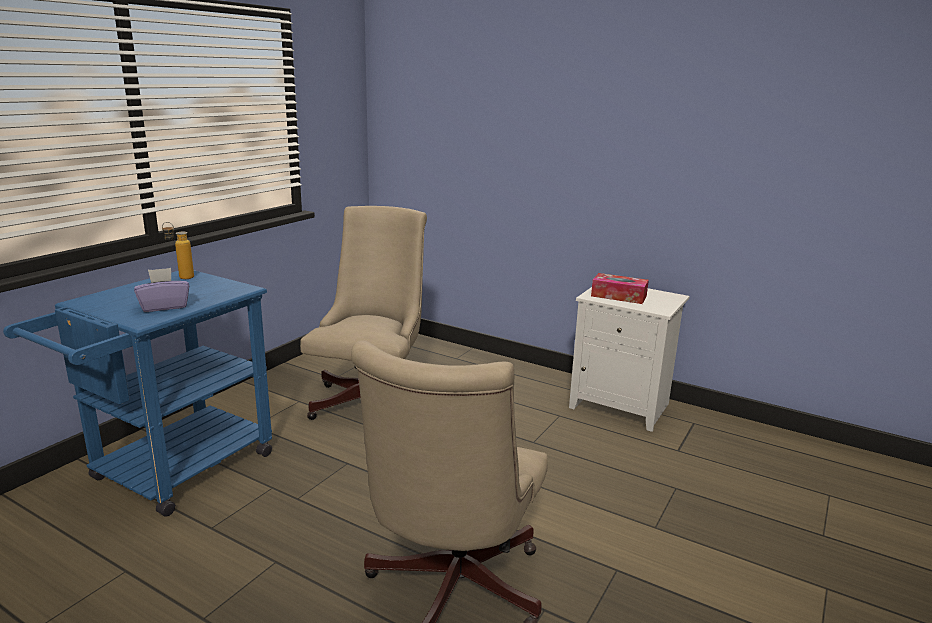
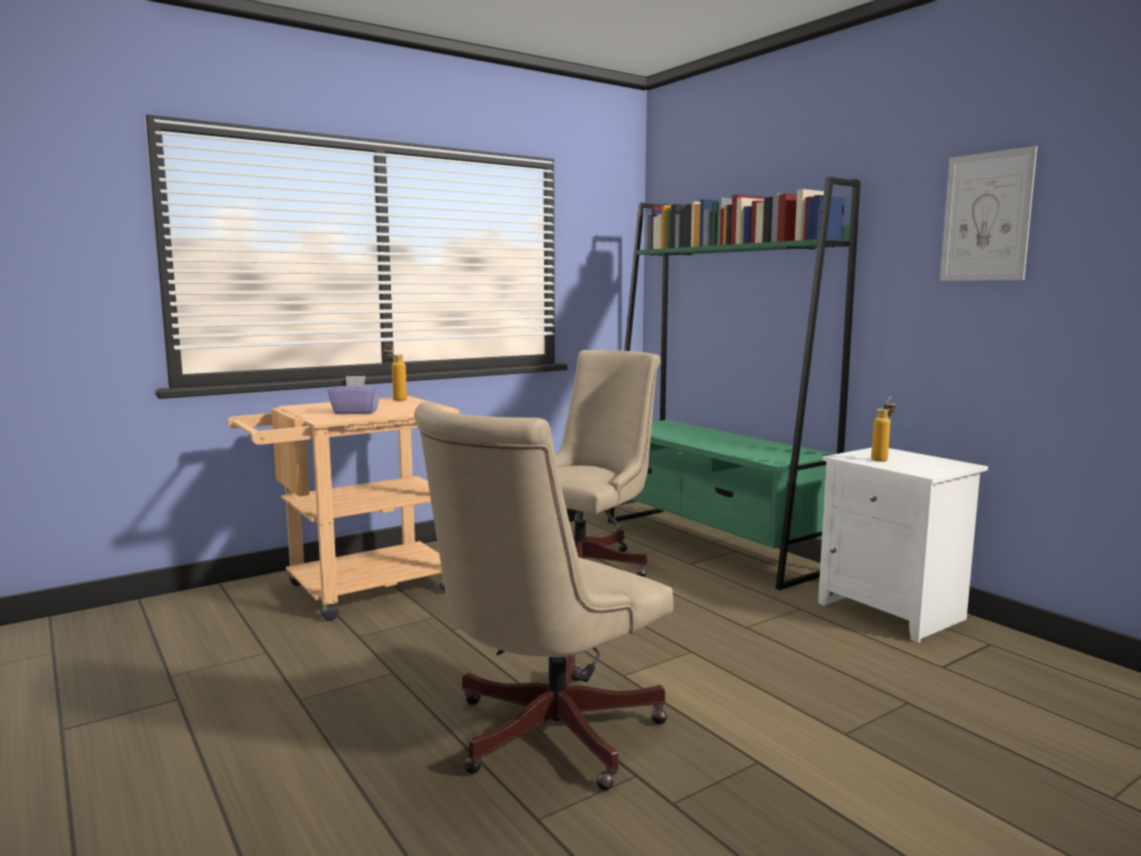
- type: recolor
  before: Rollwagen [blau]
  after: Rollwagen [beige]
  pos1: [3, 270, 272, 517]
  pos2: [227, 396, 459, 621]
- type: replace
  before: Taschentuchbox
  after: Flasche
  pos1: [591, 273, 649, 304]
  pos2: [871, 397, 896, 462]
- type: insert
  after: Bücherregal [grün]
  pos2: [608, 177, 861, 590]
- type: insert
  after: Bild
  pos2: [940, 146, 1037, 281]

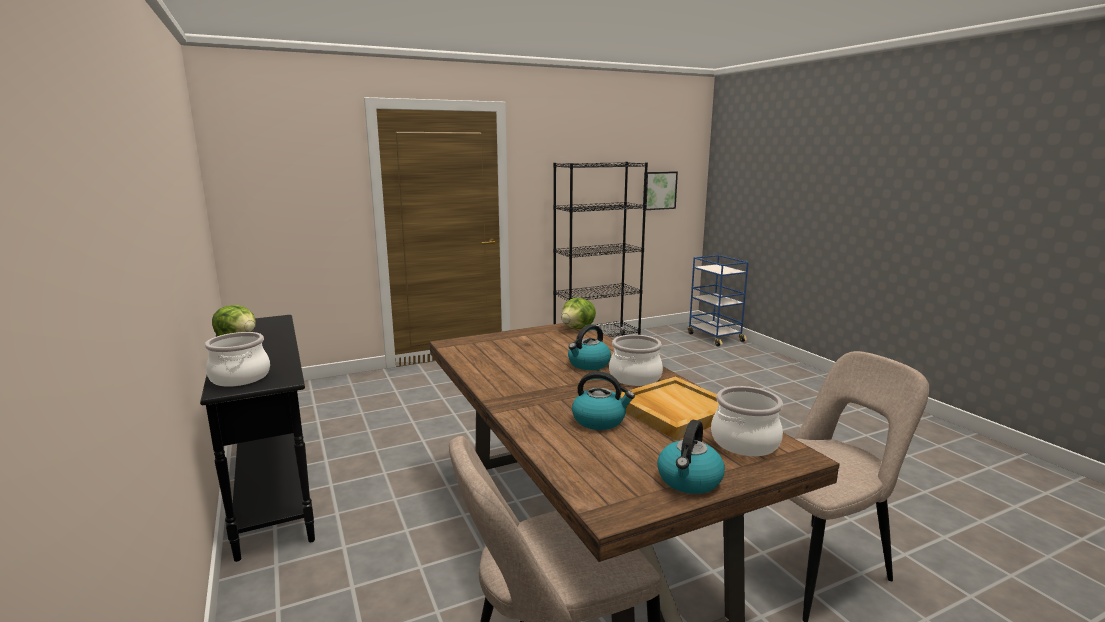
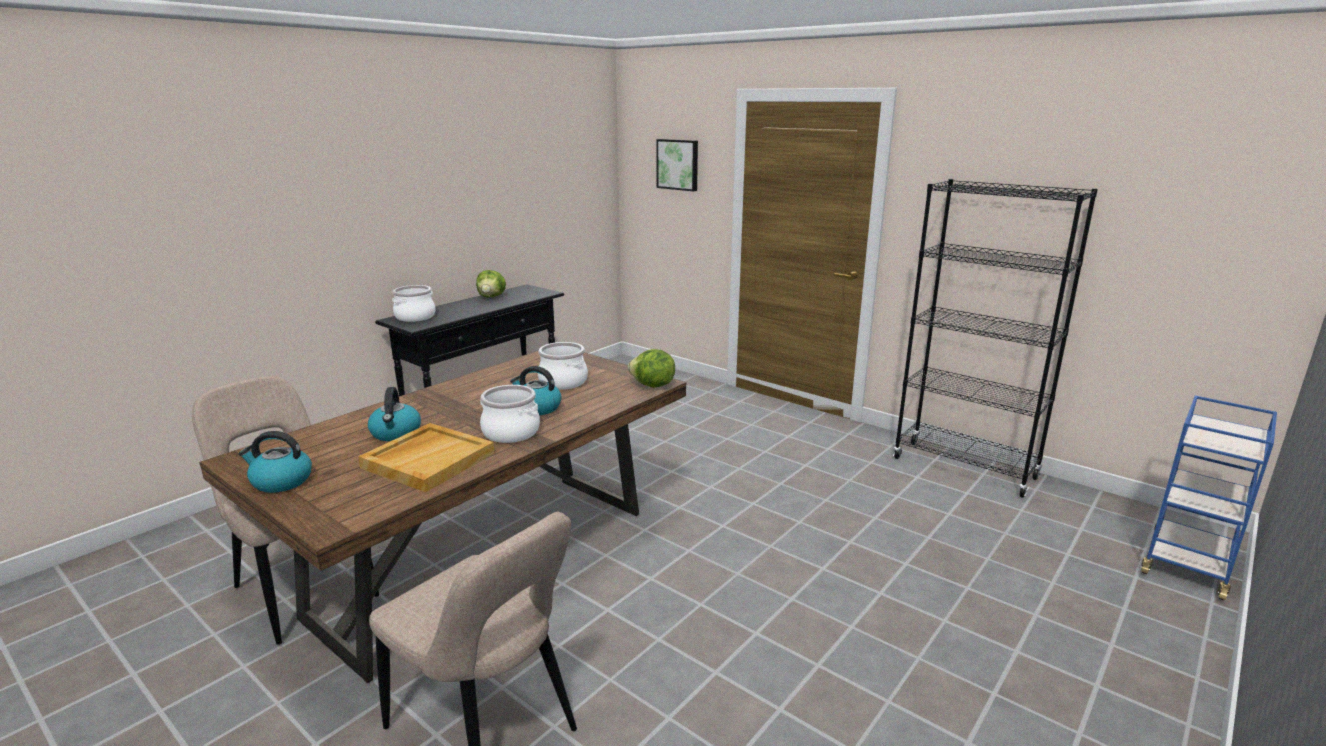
- type: move
  before: Bild
  pos1: [643, 171, 678, 210]
  pos2: [656, 139, 698, 191]
- type: move
  before: Kochtopf
  pos1: [711, 386, 783, 456]
  pos2: [538, 342, 588, 390]

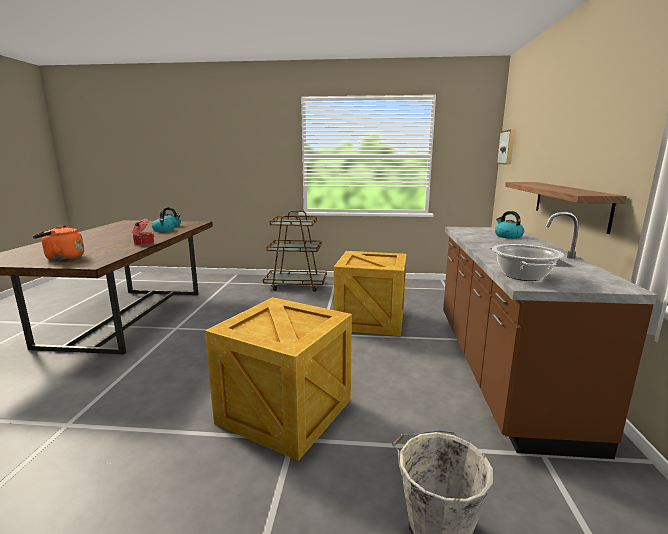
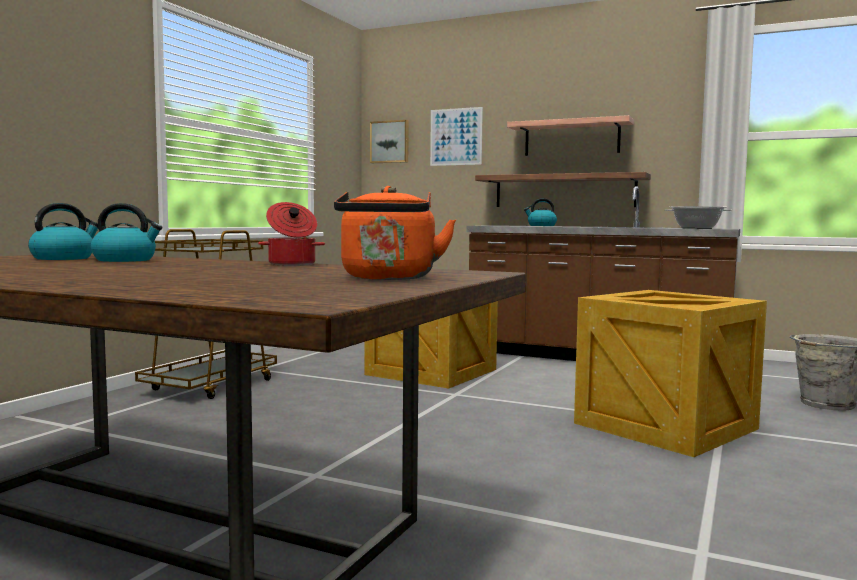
- type: insert
  after: Bild
  pos2: [430, 107, 483, 166]
- type: insert
  after: Wandregal
  pos2: [507, 115, 634, 156]

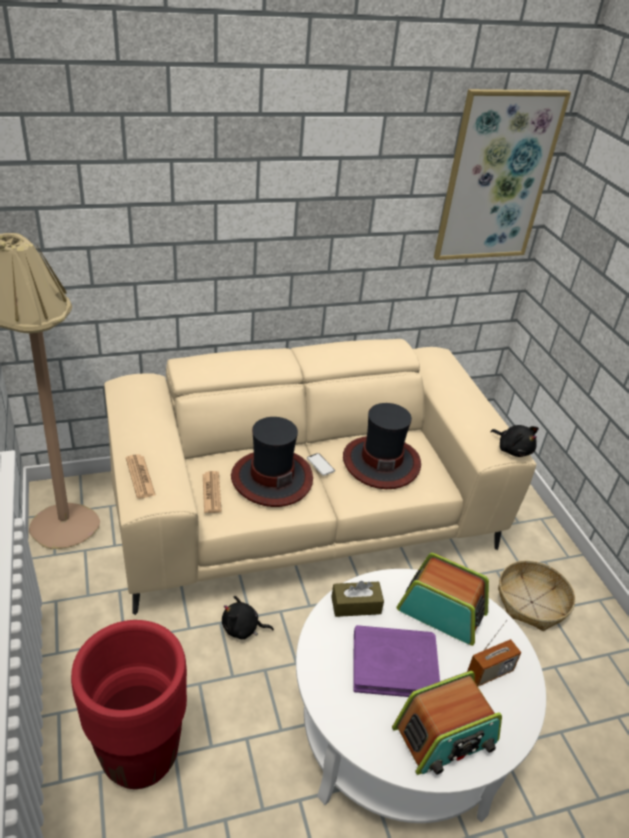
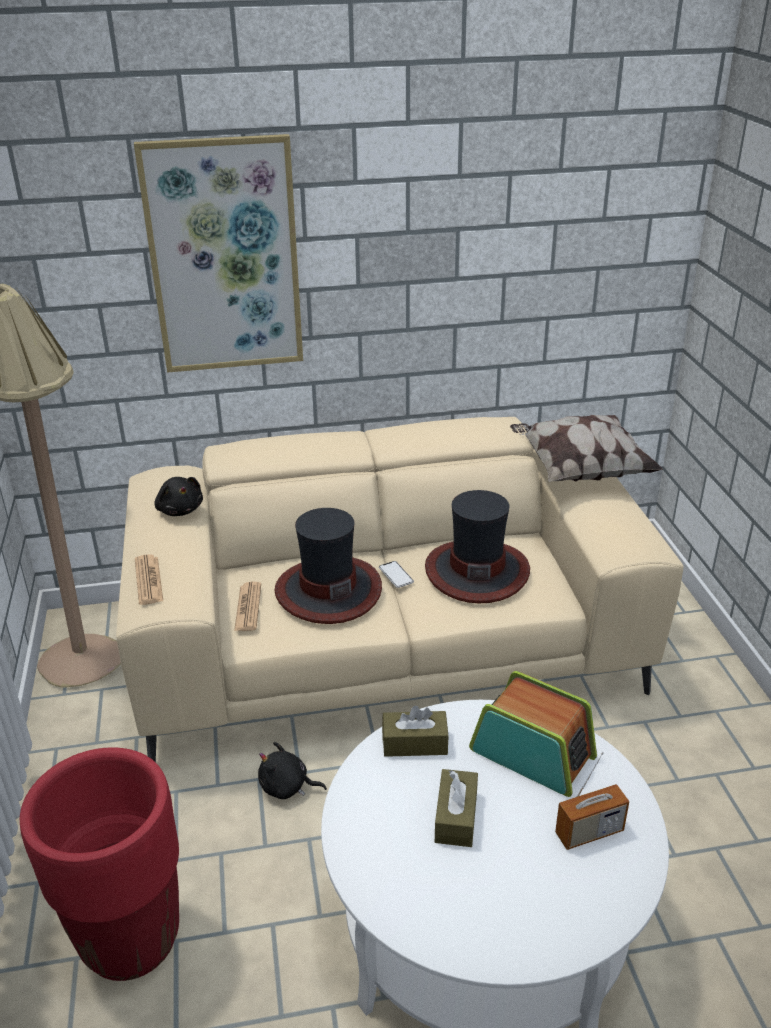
- type: replace
  before: Buch [lila]
  after: Taschentuchbox [braun]
  pos1: [353, 625, 440, 697]
  pos2: [435, 769, 478, 847]
- type: delete
  before: Radio
  pos1: [392, 671, 502, 775]
- type: move
  before: Bild
  pos1: [434, 89, 571, 260]
  pos2: [134, 134, 303, 373]
- type: move
  before: Plüschtier [schwarz]
  pos1: [490, 425, 539, 457]
  pos2: [155, 477, 203, 516]
- type: delete
  before: Korb
  pos1: [498, 560, 575, 631]
- type: insert
  after: Kissen
  pos2: [510, 415, 663, 482]

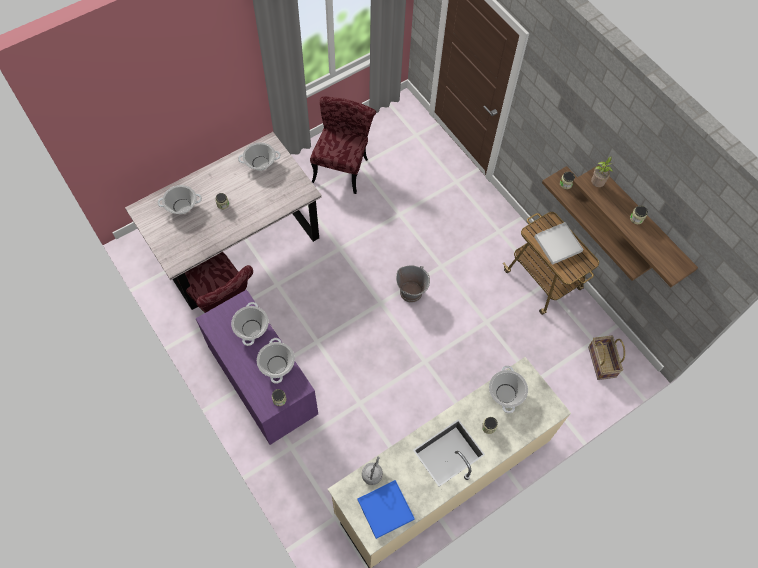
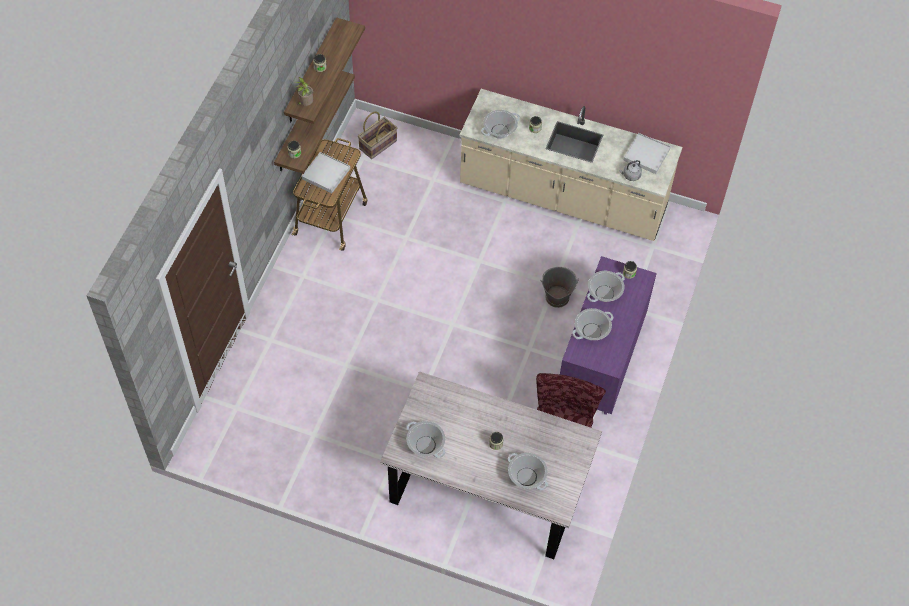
- type: delete
  before: Stuhl [rot]
  pos1: [310, 96, 376, 194]
- type: recolor
  before: Tablett [blau]
  after: Tablett [weiß]
  pos1: [358, 480, 415, 539]
  pos2: [623, 133, 671, 174]
- type: move
  before: Eimer [grau]
  pos1: [396, 265, 430, 303]
  pos2: [540, 267, 579, 308]

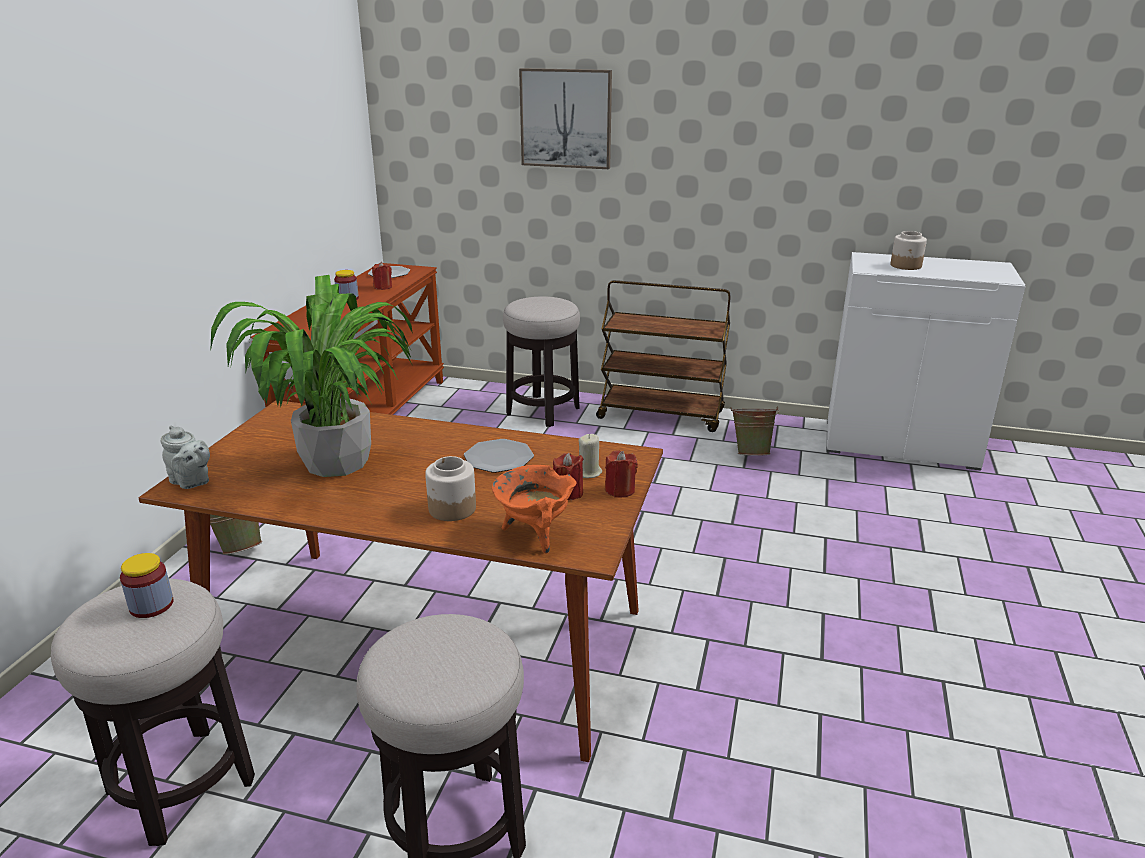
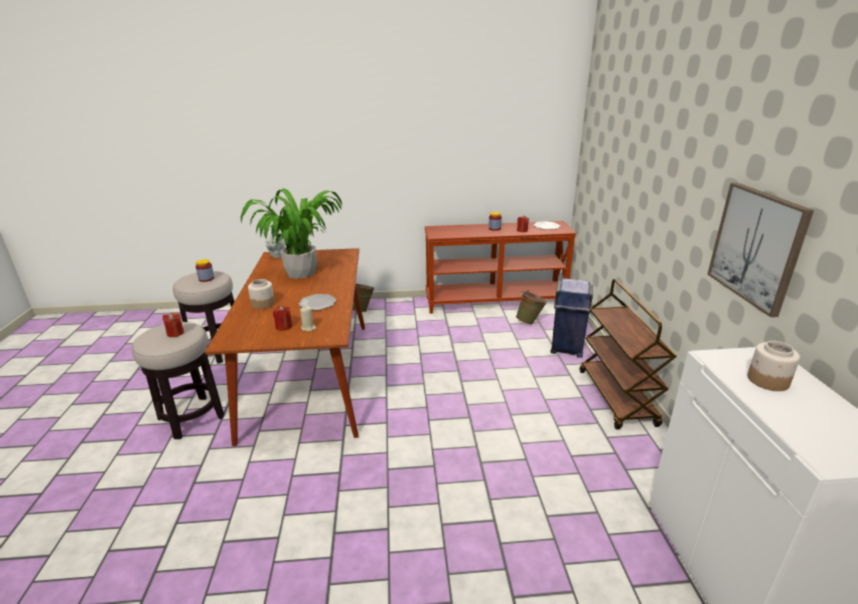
- type: delete
  before: Kochtopf [orange]
  pos1: [492, 465, 577, 553]
- type: replace
  before: Hocker
  after: Mülleimer [blau]
  pos1: [503, 297, 580, 427]
  pos2: [550, 278, 593, 358]
- type: move
  before: Bild
  pos1: [519, 68, 612, 169]
  pos2: [707, 183, 814, 317]
- type: move
  before: Kerze [rot]
  pos1: [605, 450, 638, 498]
  pos2: [162, 313, 184, 337]
- type: move
  before: Eimer [grün]
  pos1: [730, 407, 779, 456]
  pos2: [516, 290, 547, 325]

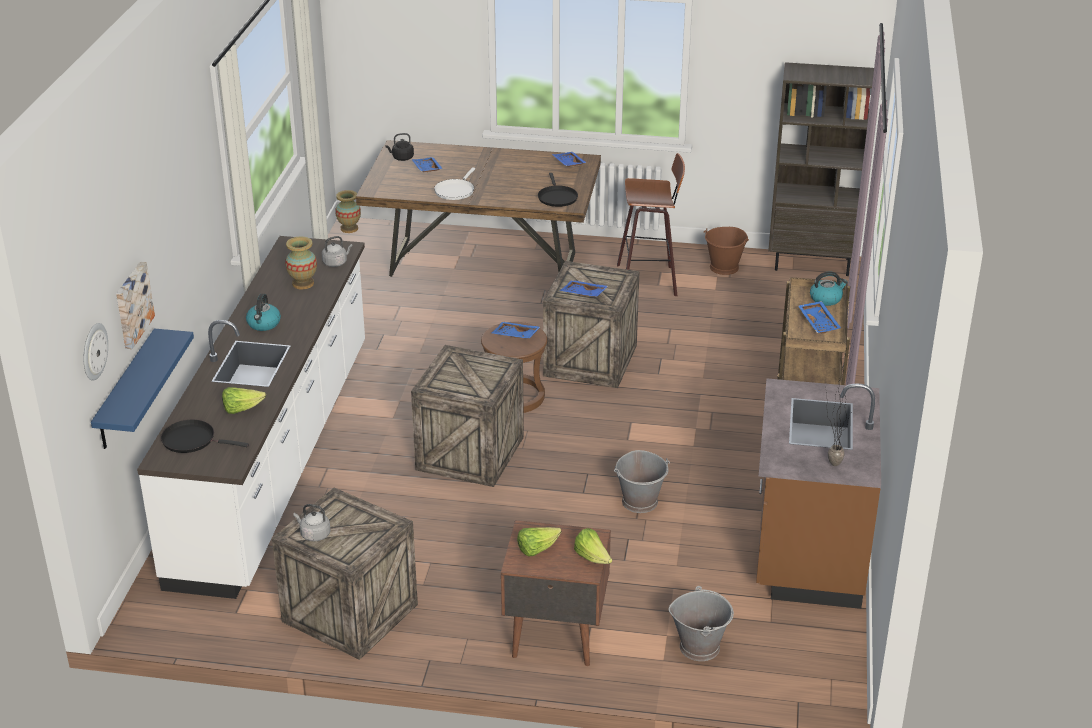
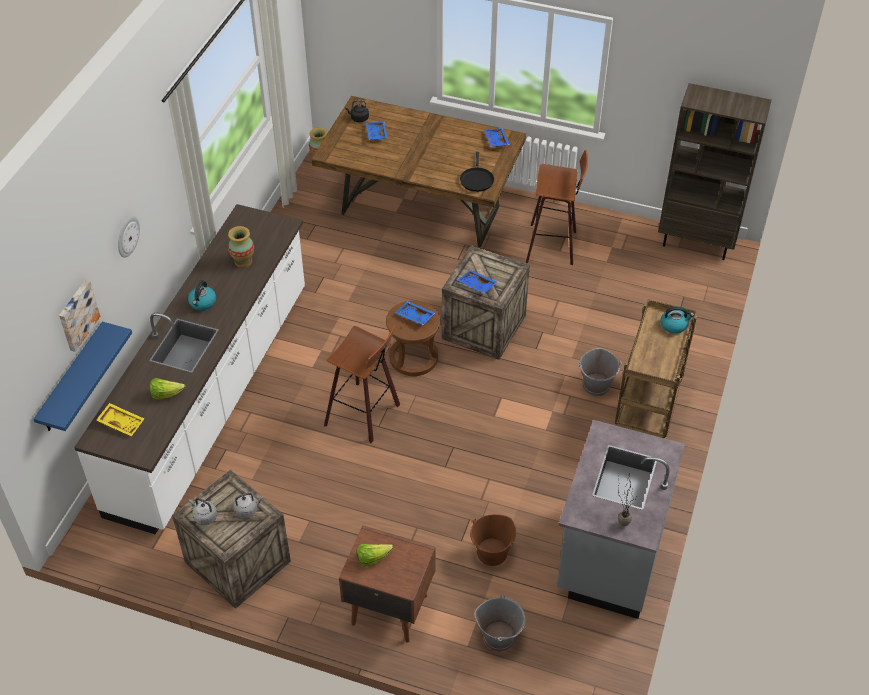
- type: move
  before: Wanduhr
  pos1: [84, 323, 108, 381]
  pos2: [118, 216, 140, 257]
- type: replace
  before: Pfanne [schwarz]
  after: Tablett [gelb]
  pos1: [161, 420, 249, 453]
  pos2: [97, 403, 144, 437]
- type: move
  before: Wasserkessel [grau]
  pos1: [322, 236, 353, 267]
  pos2: [233, 493, 263, 518]
- type: replace
  before: Kiste
  after: Hocker
  pos1: [411, 345, 524, 487]
  pos2: [324, 326, 400, 443]
- type: delete
  before: Pfanne [weiß]
  pos1: [434, 167, 475, 200]
- type: delete
  before: Salatkopf
  pos1: [574, 528, 612, 564]
- type: move
  before: Eimer [grau]
  pos1: [614, 450, 670, 513]
  pos2: [578, 348, 622, 397]
- type: move
  before: Eimer [braun]
  pos1: [704, 227, 749, 275]
  pos2: [470, 514, 516, 566]
- type: recolor
  before: Küchenzeile [braun]
  after: Küchenzeile [grau]
  pos1: [756, 378, 881, 609]
  pos2: [557, 420, 685, 619]
- type: delete
  before: Tablett [blau]
  pos1: [798, 301, 841, 333]

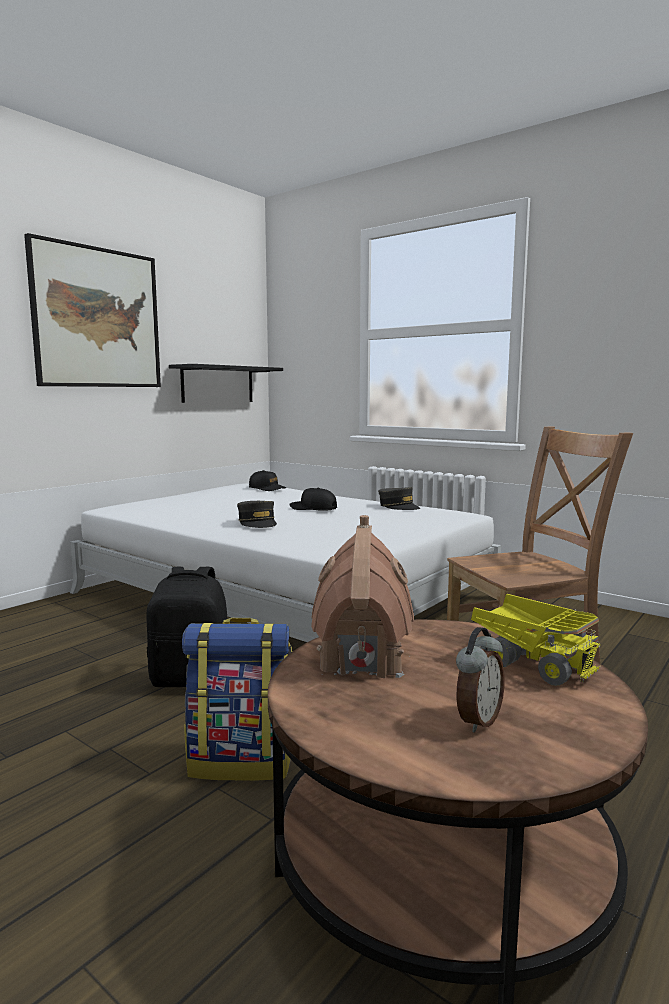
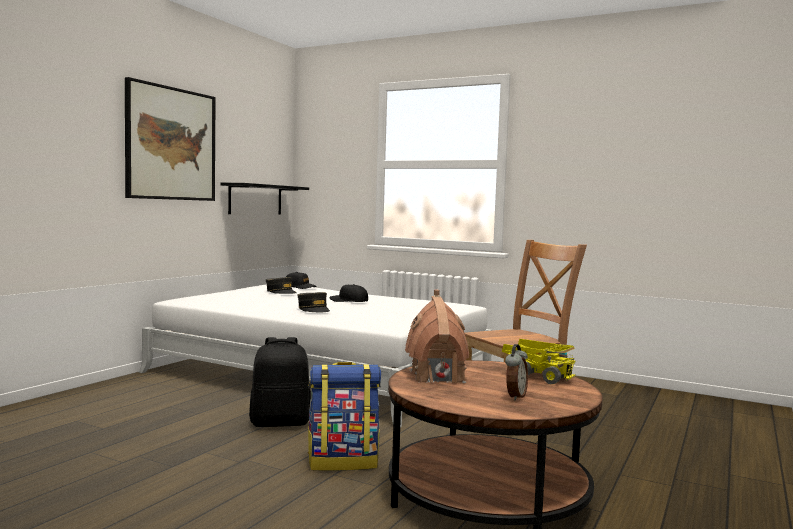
- type: move
  before: Kappe [grau]
  pos1: [378, 487, 420, 510]
  pos2: [266, 277, 297, 294]

